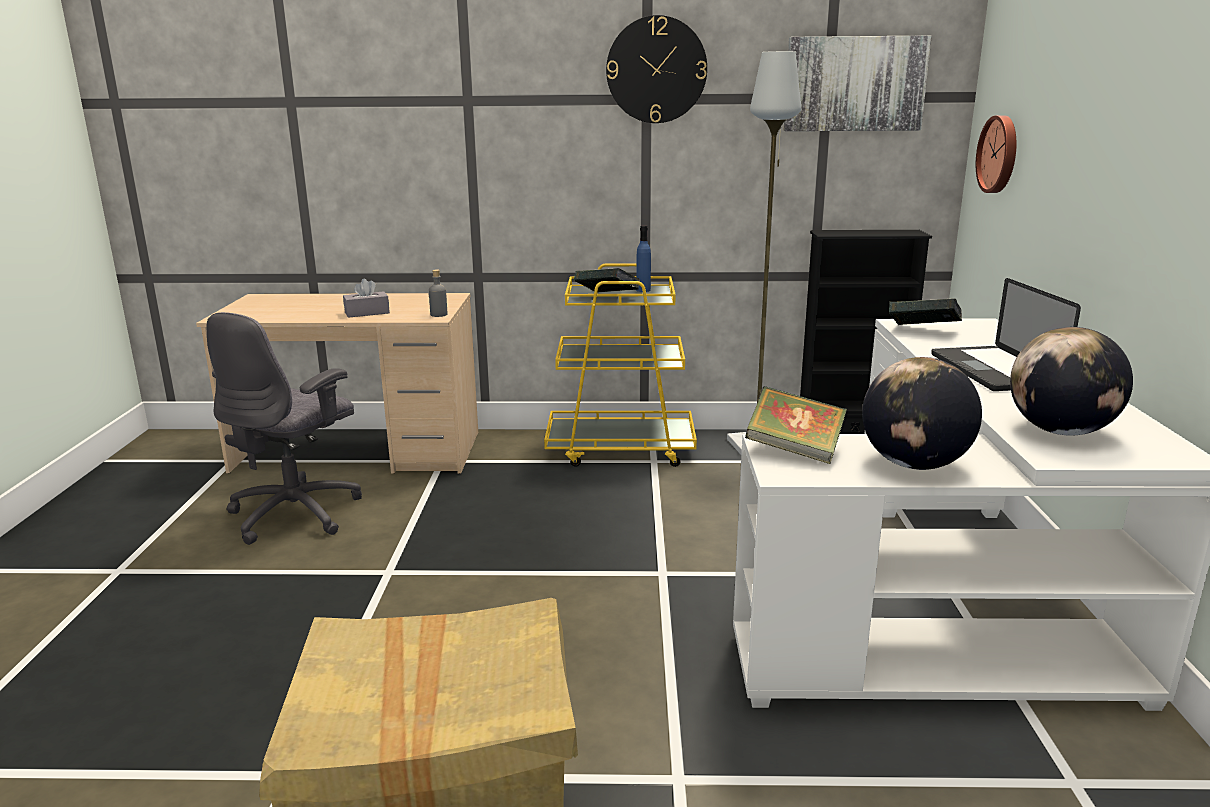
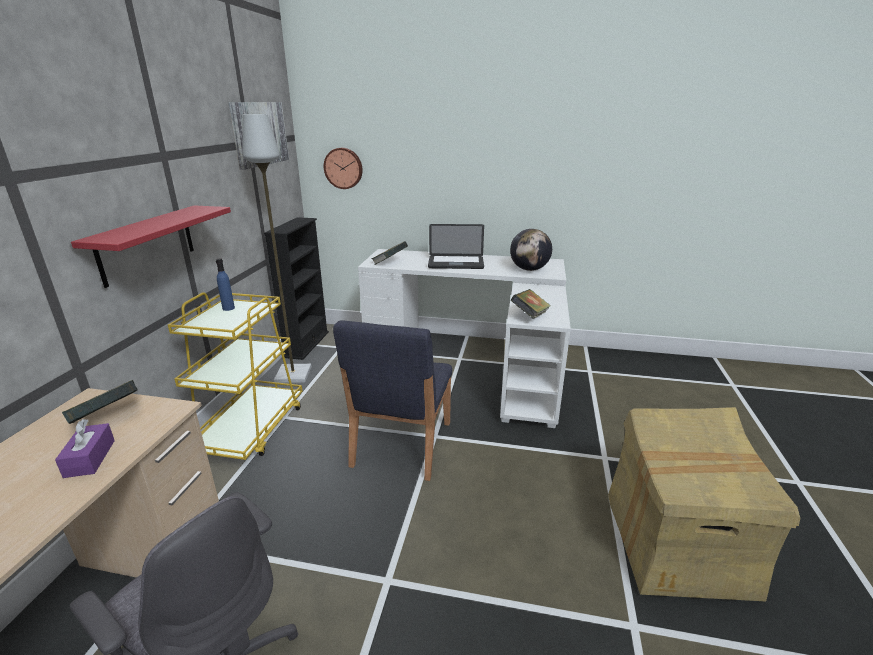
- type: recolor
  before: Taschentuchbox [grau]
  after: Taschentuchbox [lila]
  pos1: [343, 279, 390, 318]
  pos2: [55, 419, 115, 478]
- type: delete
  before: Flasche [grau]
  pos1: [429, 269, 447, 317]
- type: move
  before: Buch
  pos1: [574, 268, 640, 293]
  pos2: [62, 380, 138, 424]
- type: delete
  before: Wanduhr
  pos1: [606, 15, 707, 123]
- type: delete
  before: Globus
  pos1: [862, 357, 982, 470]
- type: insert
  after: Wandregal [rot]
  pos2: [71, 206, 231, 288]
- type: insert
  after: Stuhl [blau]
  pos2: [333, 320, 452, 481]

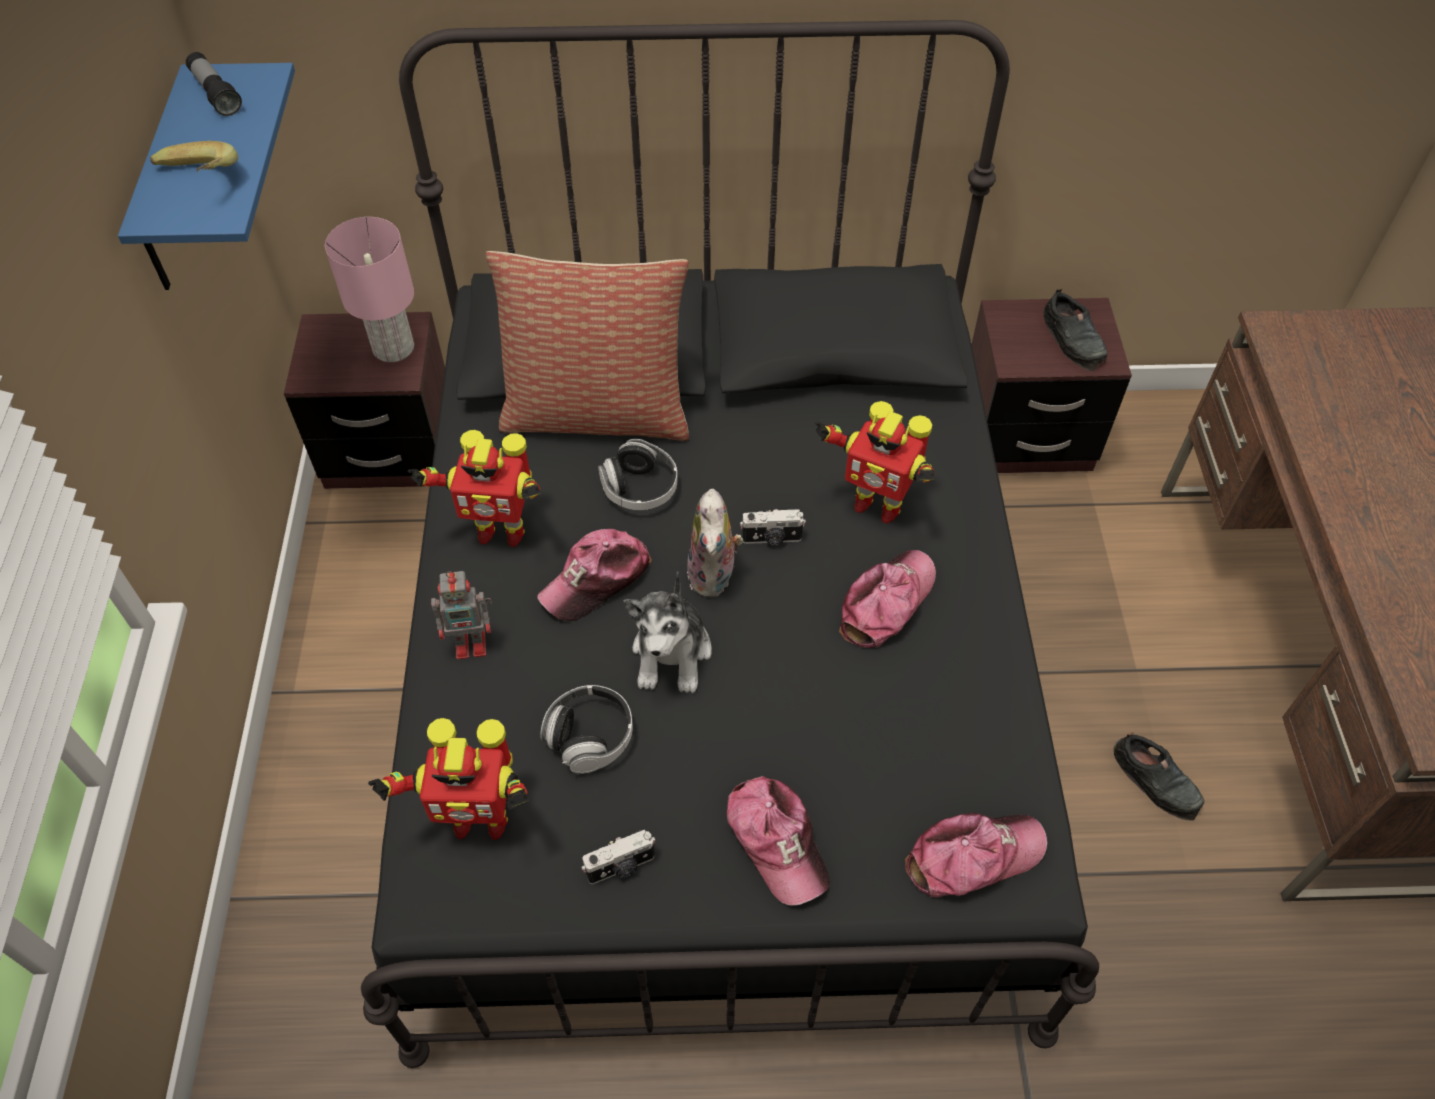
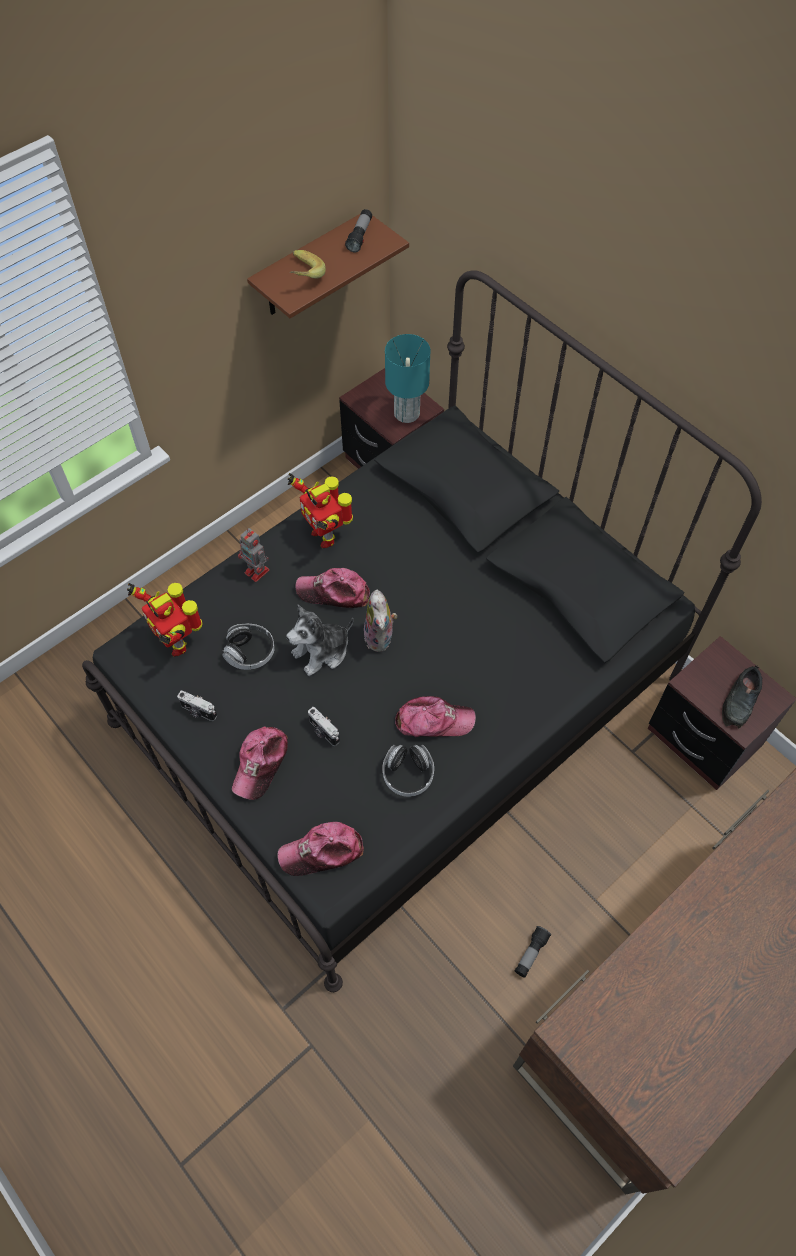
- type: recolor
  before: Wandregal [blau]
  after: Wandregal [braun]
  pos1: [118, 63, 295, 290]
  pos2: [247, 214, 409, 318]
- type: recolor
  before: Tischlampe [rosa]
  after: Tischlampe [türkis]
  pos1: [325, 217, 414, 362]
  pos2: [385, 334, 430, 423]
- type: delete
  before: Kissen
  pos1: [486, 251, 689, 441]
- type: move
  before: Kopfhörer
  pos1: [598, 439, 678, 510]
  pos2: [382, 745, 434, 797]
- type: rotate
  before: Plüschtier
  pos1: [687, 489, 743, 597]
  pos2: [364, 590, 397, 652]
  turn: -60
- type: move
  before: Kamera
  pos1: [740, 509, 806, 545]
  pos2: [308, 707, 340, 746]
- type: delete
  before: Spielzeugroboter
  pos1: [815, 401, 935, 524]
- type: rotate
  before: Kappe
  pos1: [905, 813, 1047, 898]
  pos2: [277, 822, 364, 876]
  turn: 135
- type: replace
  before: Schuh [schwarz]
  after: Taschenlampe
  pos1: [1114, 732, 1204, 821]
  pos2: [515, 926, 551, 978]

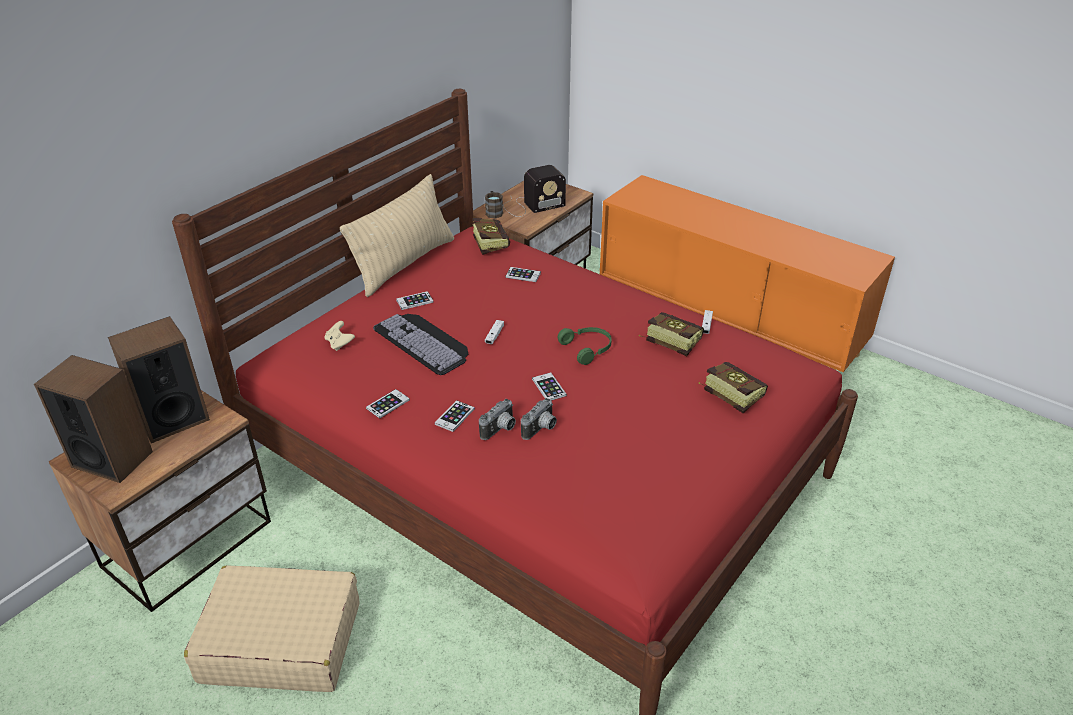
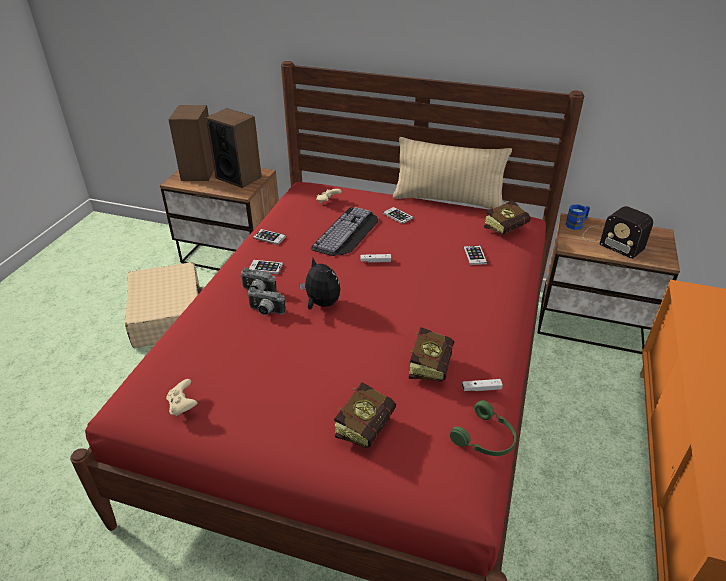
- type: recolor
  before: Henkelbecher [braun]
  after: Henkelbecher [blau]
  pos1: [485, 191, 503, 218]
  pos2: [565, 204, 590, 230]
- type: replace
  before: Handy
  after: Plüschtier
  pos1: [532, 372, 567, 400]
  pos2: [299, 258, 340, 310]
- type: move
  before: Kopfhörer [grün]
  pos1: [558, 327, 612, 365]
  pos2: [450, 400, 516, 456]
- type: insert
  after: Gamepad [beige]
  pos2: [166, 379, 197, 416]

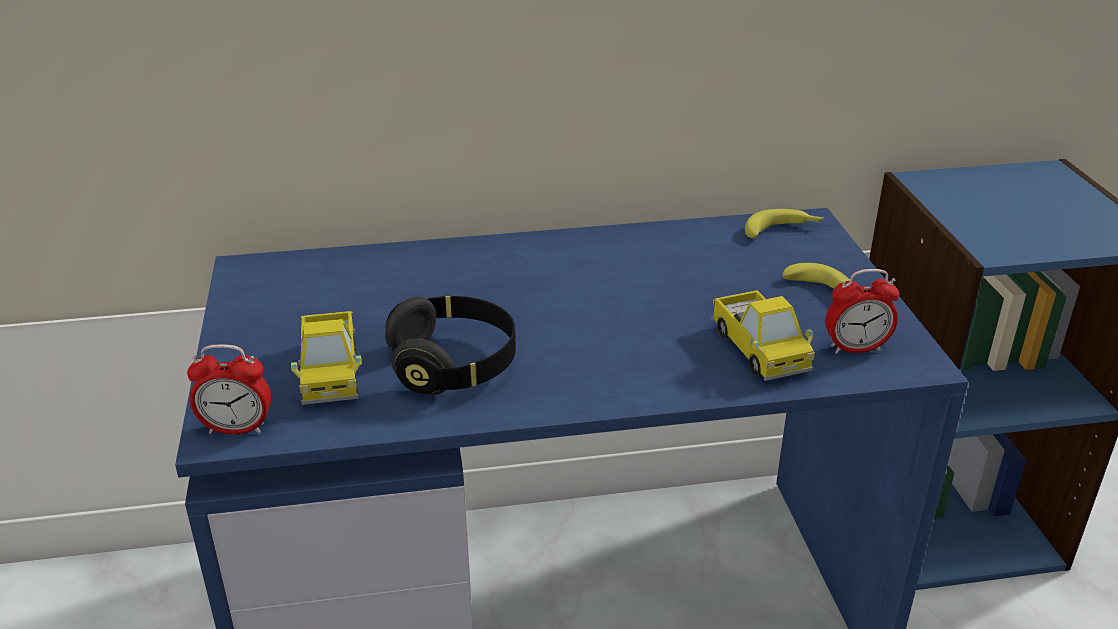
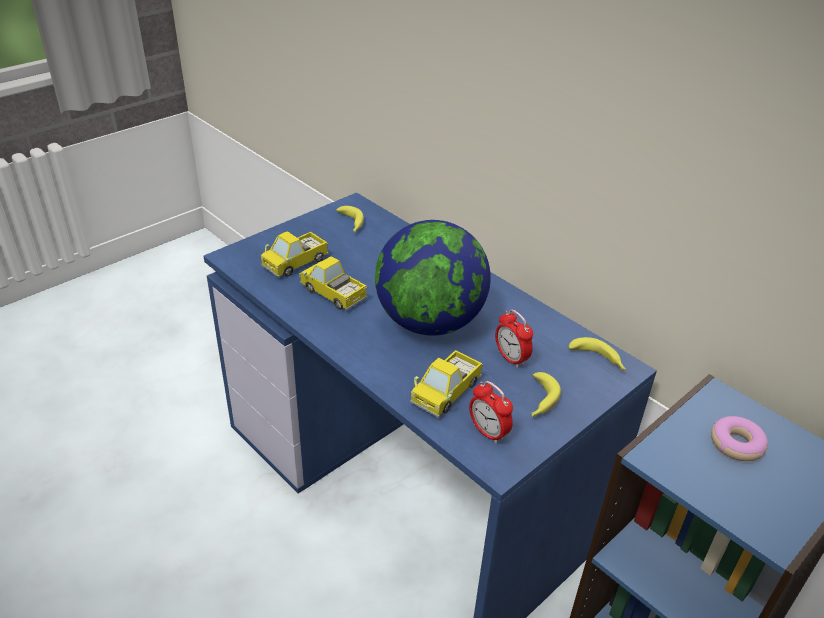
- type: move
  before: Wecker
  pos1: [187, 344, 271, 435]
  pos2: [495, 309, 533, 368]
- type: replace
  before: Kopfhörer [schwarz]
  after: Spielzeuglaster
  pos1: [385, 296, 516, 395]
  pos2: [299, 256, 367, 311]
- type: insert
  after: Banane
  pos2: [336, 206, 364, 232]
- type: insert
  after: Globus
  pos2: [375, 220, 491, 336]
- type: insert
  after: Donut
  pos2: [711, 416, 768, 461]

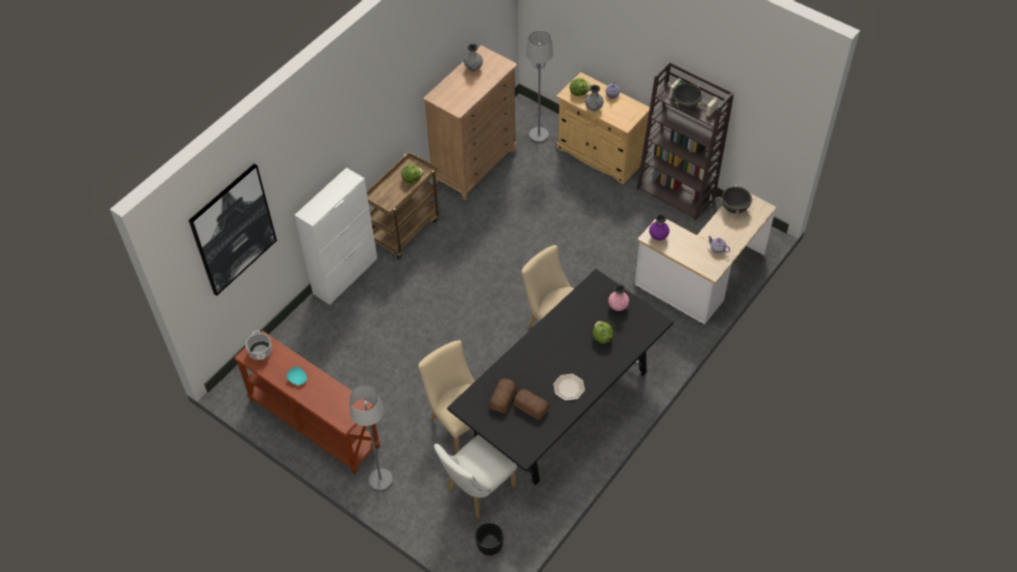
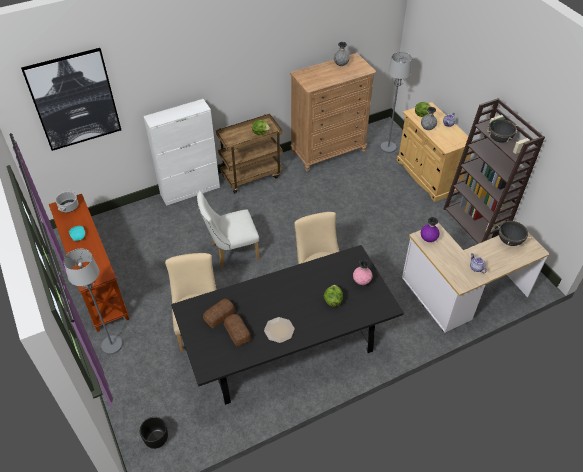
- type: move
  before: Stuhl [weiß]
  pos1: [434, 434, 517, 517]
  pos2: [197, 191, 260, 268]

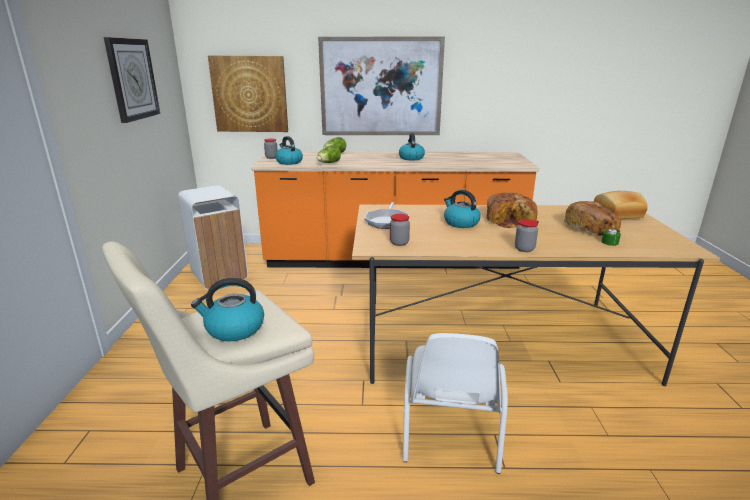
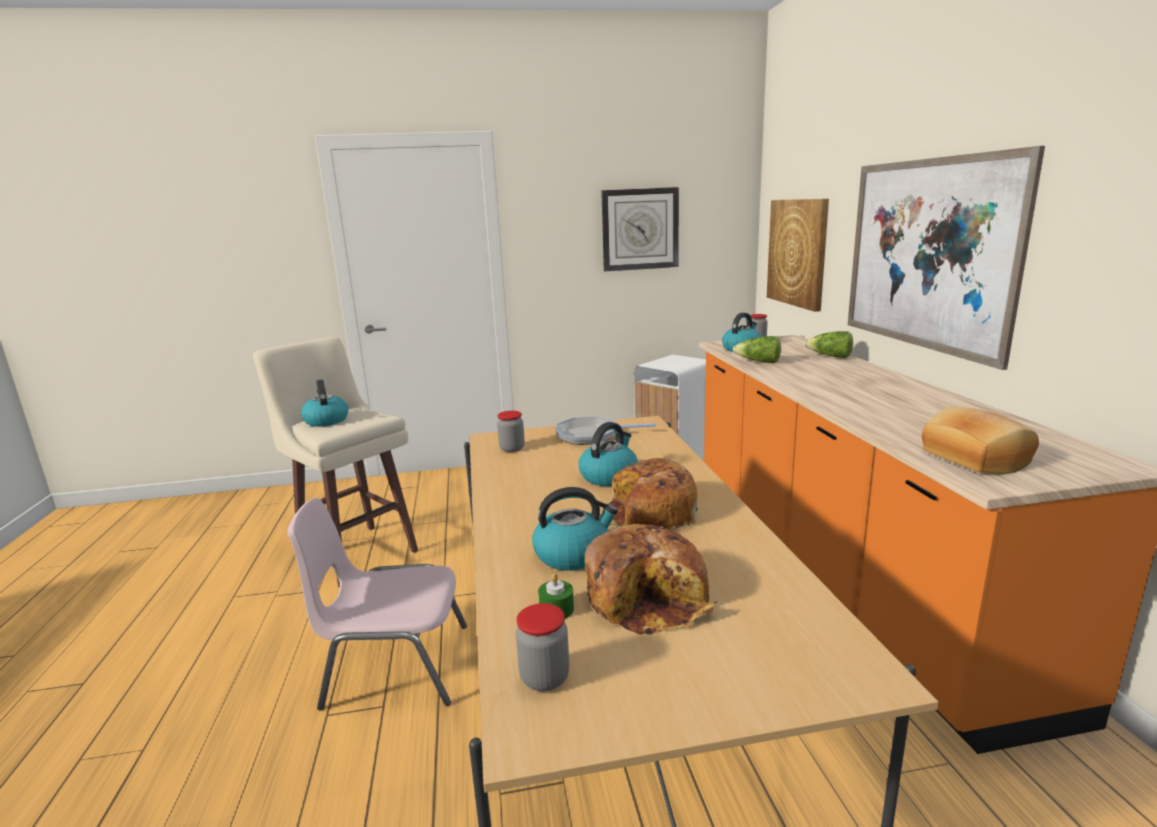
- type: move
  before: Wasserkessel
  pos1: [399, 133, 425, 161]
  pos2: [532, 487, 618, 571]
- type: recolor
  before: Stuhl [weiß]
  after: Stuhl [rosa]
  pos1: [403, 333, 508, 474]
  pos2: [287, 498, 467, 710]
- type: move
  before: Vorratsglas
  pos1: [515, 219, 538, 252]
  pos2: [516, 603, 569, 691]
- type: move
  before: Brot
  pos1: [594, 191, 648, 219]
  pos2: [922, 406, 1039, 474]

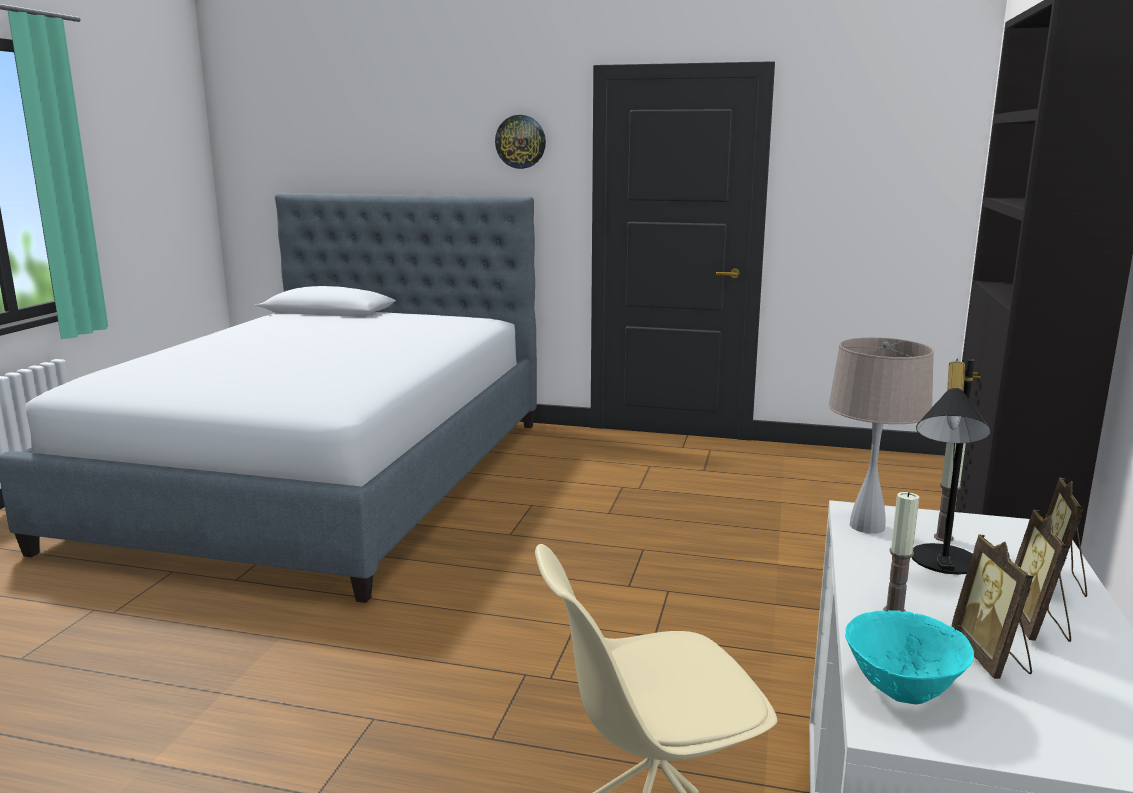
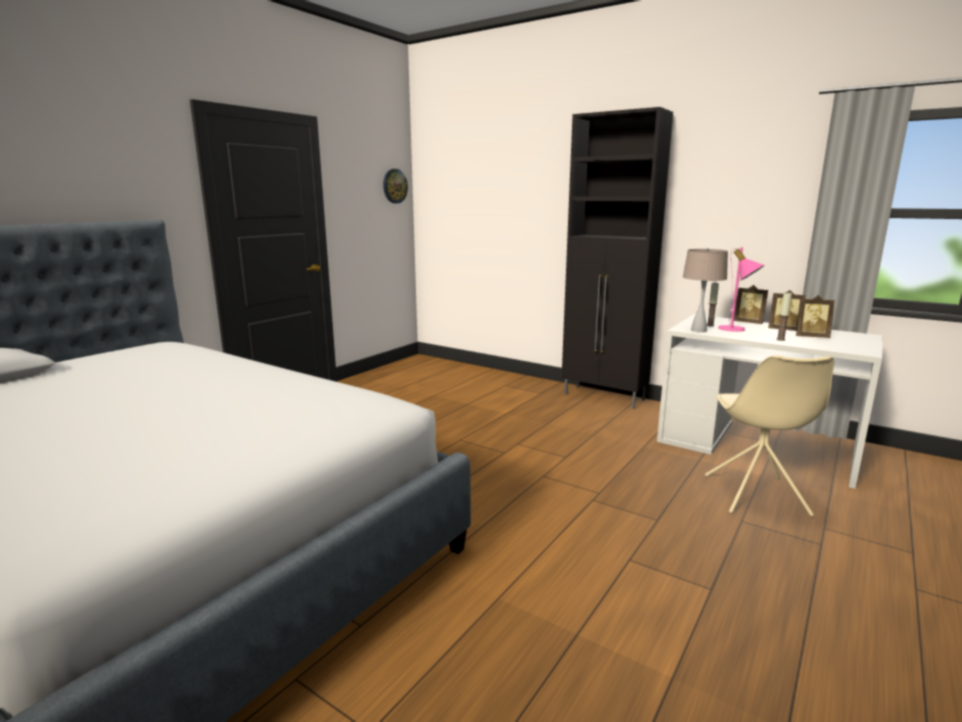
- type: move
  before: Wanduhr
  pos1: [495, 115, 546, 169]
  pos2: [383, 169, 408, 203]
- type: delete
  before: Schüssel [türkis]
  pos1: [845, 610, 974, 704]
- type: recolor
  before: Tischlampe [schwarz]
  after: Tischlampe [rosa]
  pos1: [912, 359, 991, 575]
  pos2: [718, 247, 765, 332]

